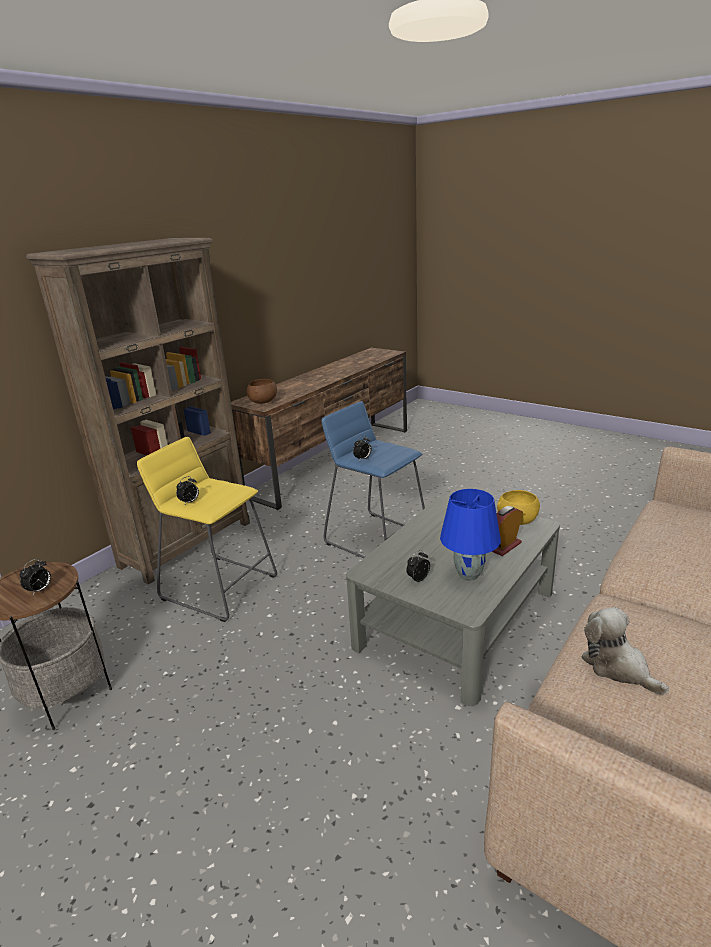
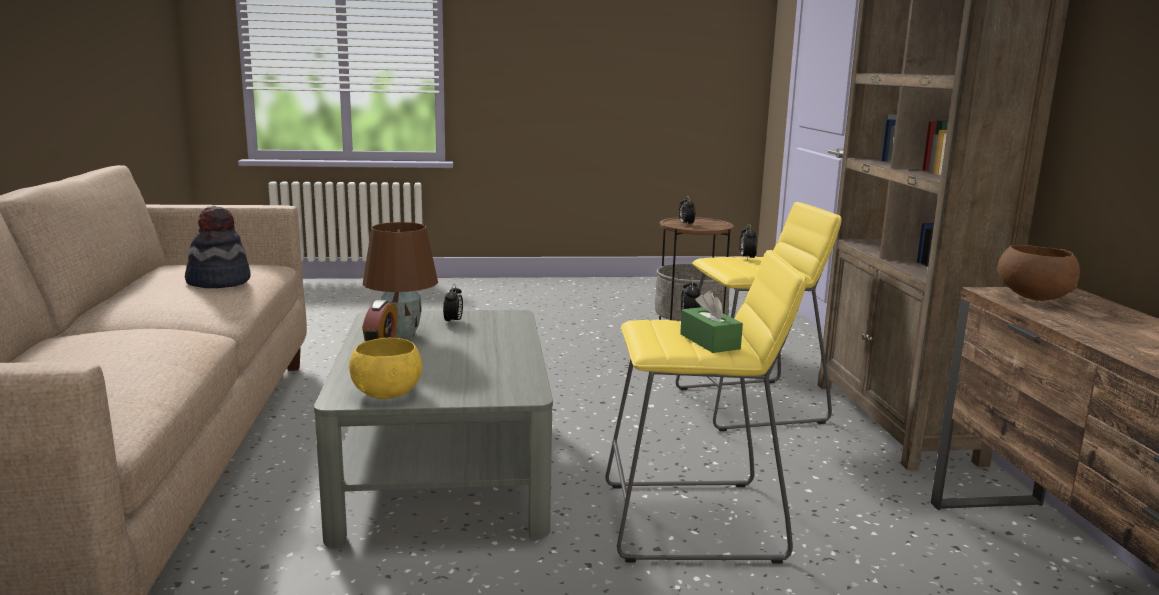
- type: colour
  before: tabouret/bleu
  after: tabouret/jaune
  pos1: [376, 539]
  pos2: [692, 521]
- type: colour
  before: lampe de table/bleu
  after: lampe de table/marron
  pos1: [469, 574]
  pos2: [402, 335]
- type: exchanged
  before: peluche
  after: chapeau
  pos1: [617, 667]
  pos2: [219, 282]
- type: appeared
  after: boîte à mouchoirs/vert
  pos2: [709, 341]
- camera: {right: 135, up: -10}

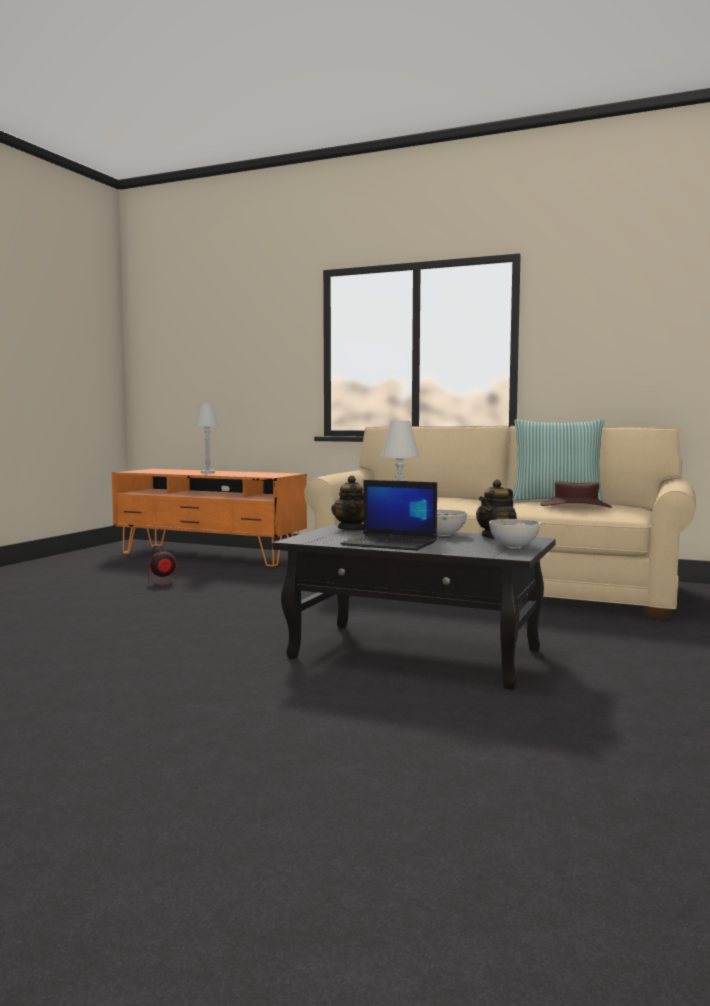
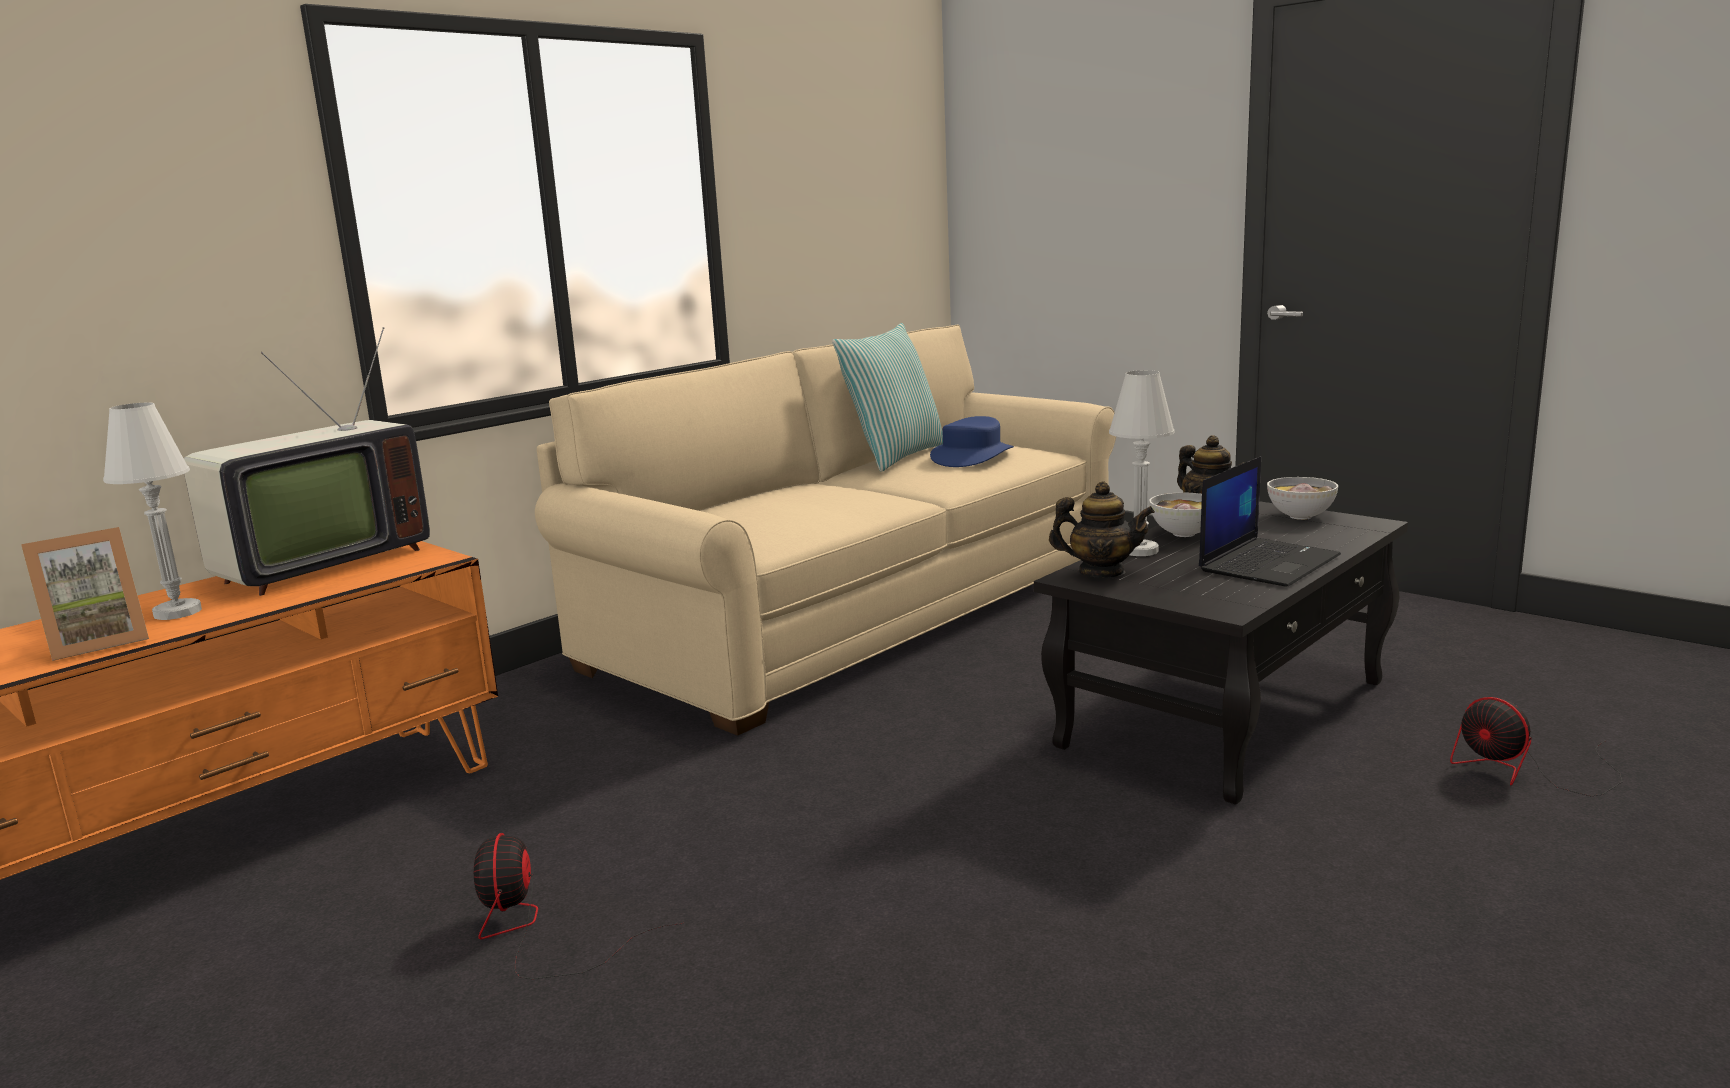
- type: colour
  before: chapeau/marron
  after: chapeau/bleu
  pos1: [575, 506]
  pos2: [972, 456]
- type: appeared
  after: cadre photo
  pos2: [97, 643]
- type: appeared
  after: téléviseur
  pos2: [316, 565]
- type: appeared
  after: ventilateur
  pos2: [1527, 771]
- camera: {right: -70, up: 10}

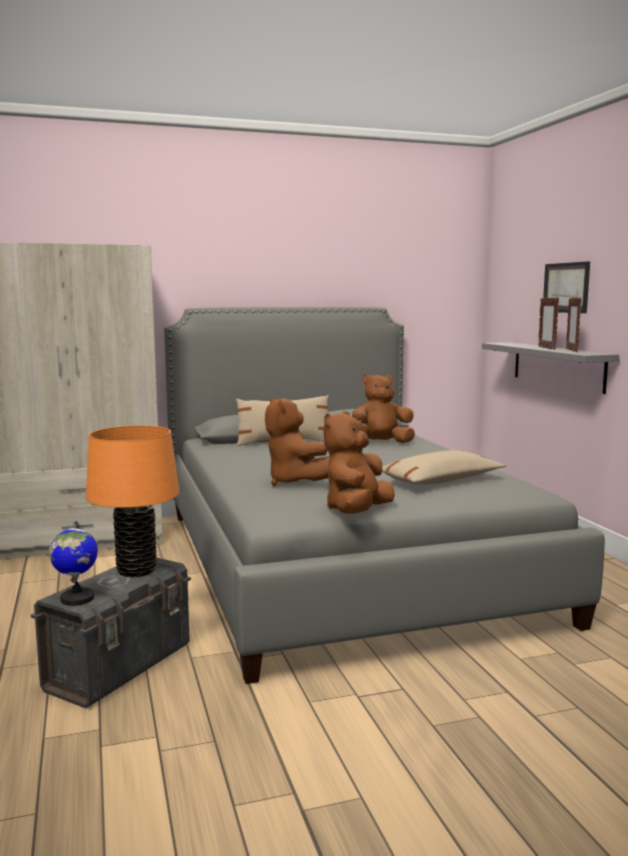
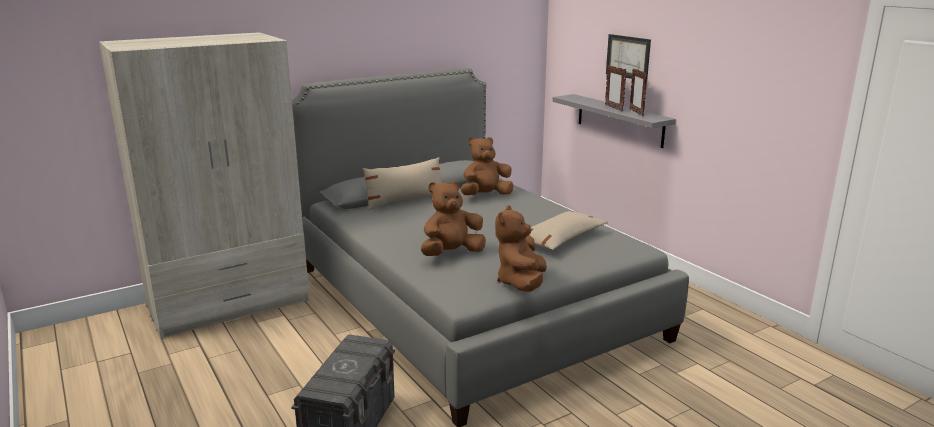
- type: missing
  before: globe
  pos1: [76, 599]
- type: missing
  before: lampe de table/orange
  pos1: [136, 571]
- type: spun
  before: peluche/marron
  pos1: [295, 482]
  pos2: [451, 253]
  turn: 105
- camera: {right: -15, up: 10}

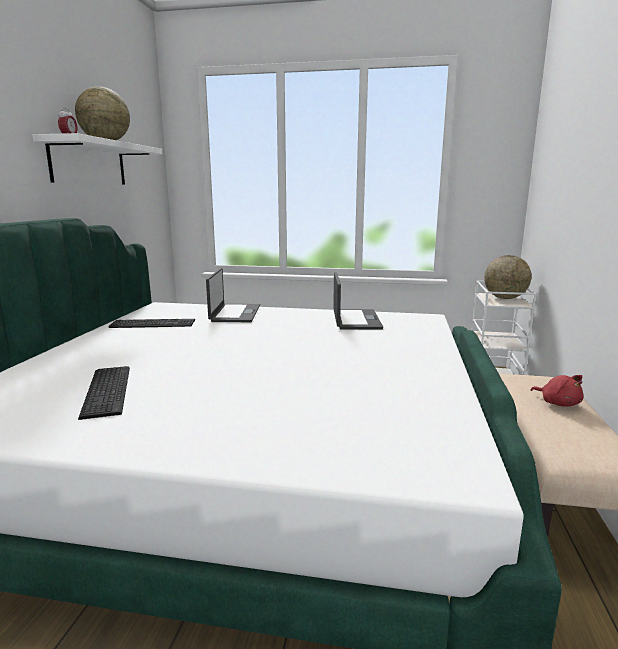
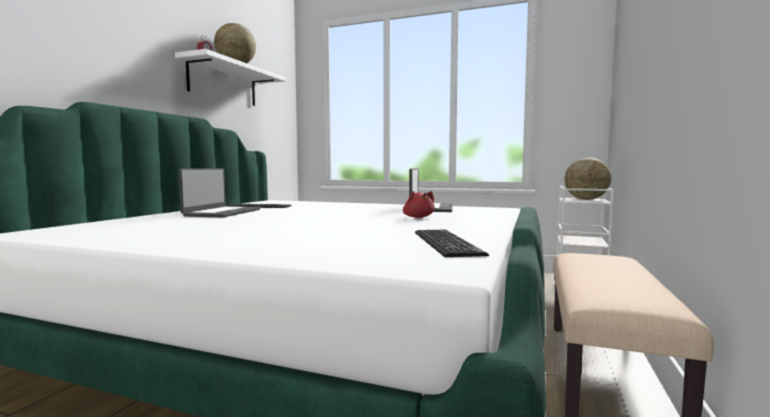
- type: relocated
  before: clavier
  pos1: [109, 390]
  pos2: [448, 242]
- type: relocated
  before: ordinateur portable
  pos1: [234, 313]
  pos2: [222, 212]
- type: relocated
  before: peluche/rouge
  pos1: [558, 403]
  pos2: [418, 217]
- camera: {right: 10, up: -10}

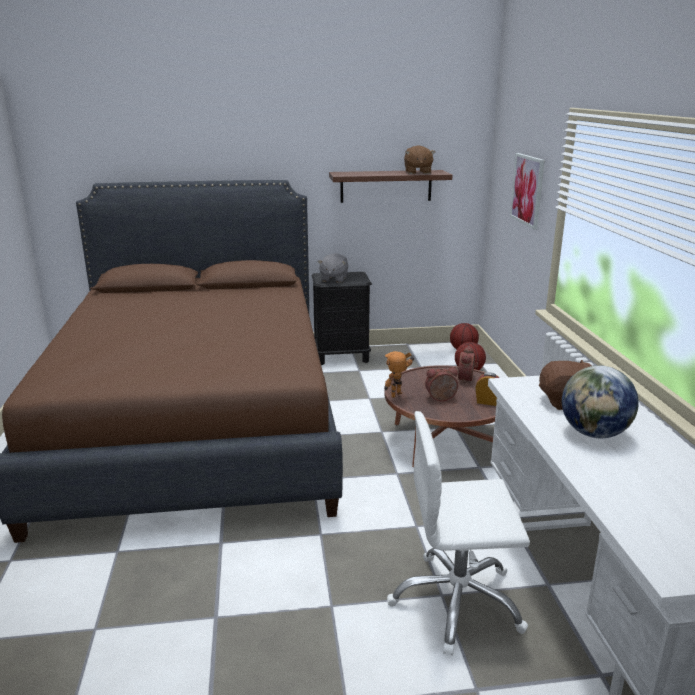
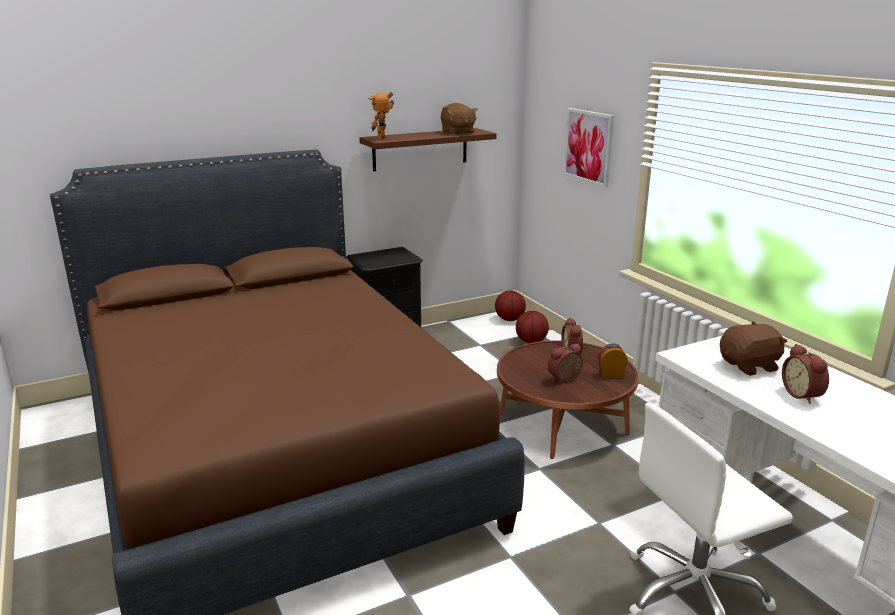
- type: missing
  before: peluche/gris
  pos1: [333, 279]
- type: relocated
  before: robot jouet
  pos1: [398, 396]
  pos2: [384, 138]
- type: exchanged
  before: globe
  after: réveil
  pos1: [594, 433]
  pos2: [803, 395]
- camera: {right: -20, up: 0}

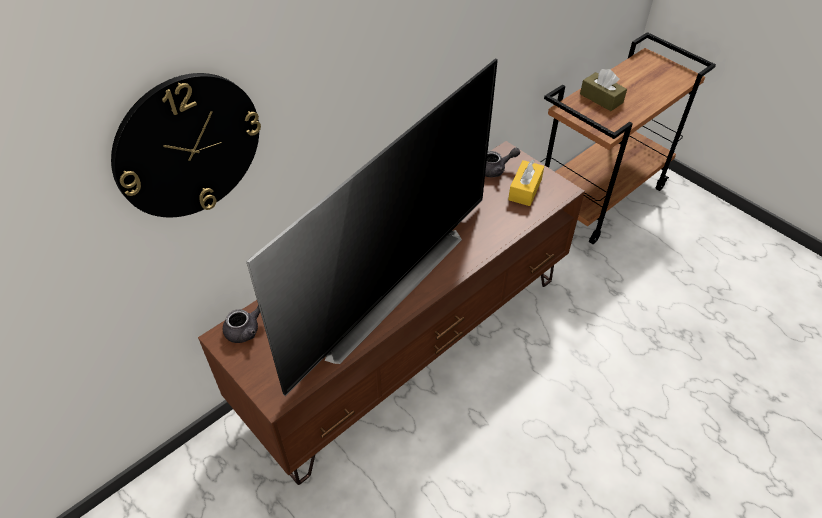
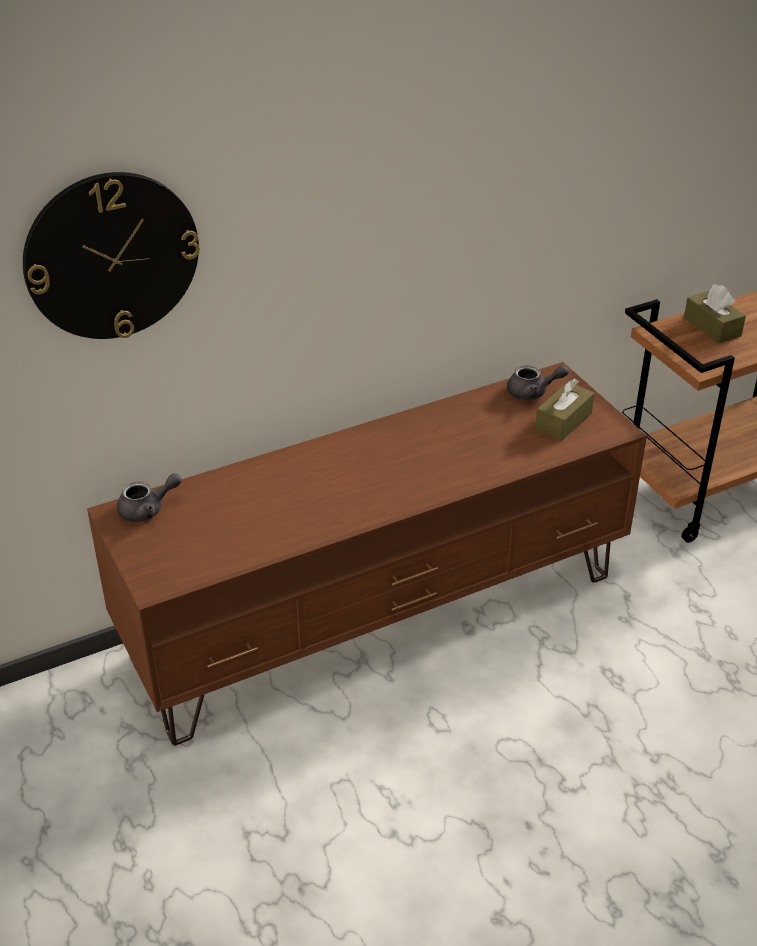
- type: missing
  before: téléviseur
  pos1: [384, 284]
- type: colour
  before: boîte à mouchoirs/jaune
  after: boîte à mouchoirs/marron
  pos1: [525, 189]
  pos2: [563, 421]
- camera: {right: 15, up: -10}

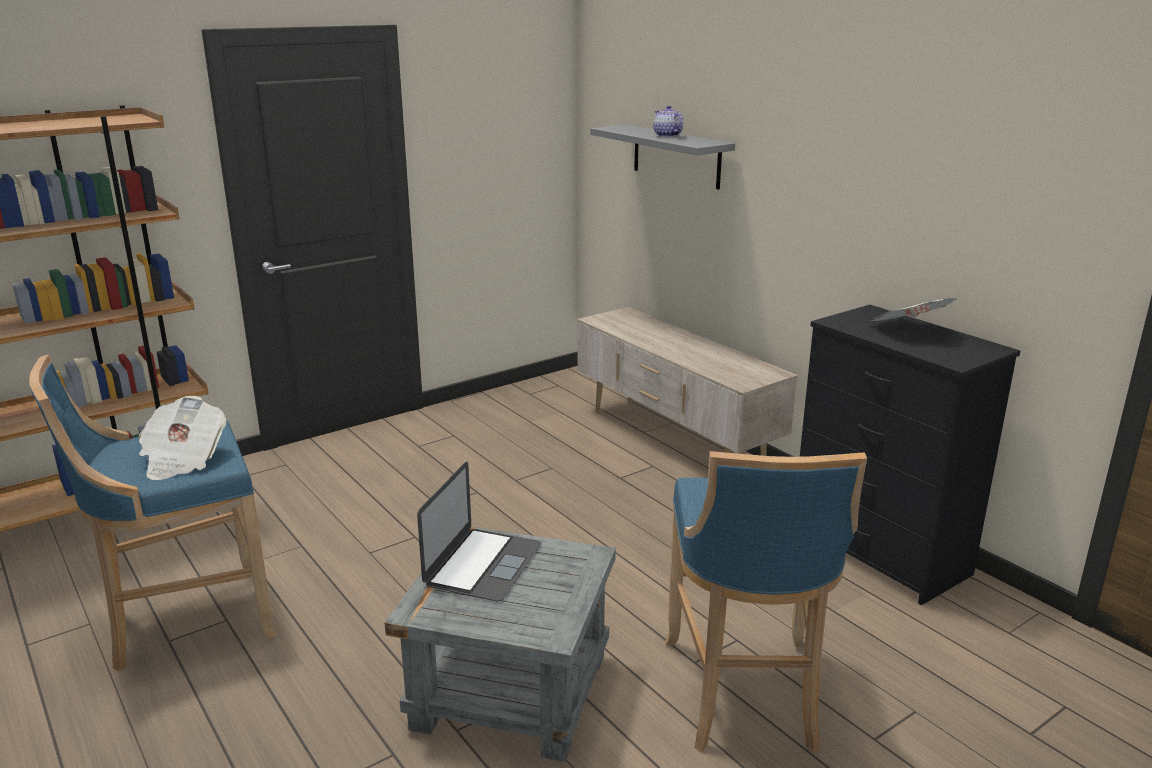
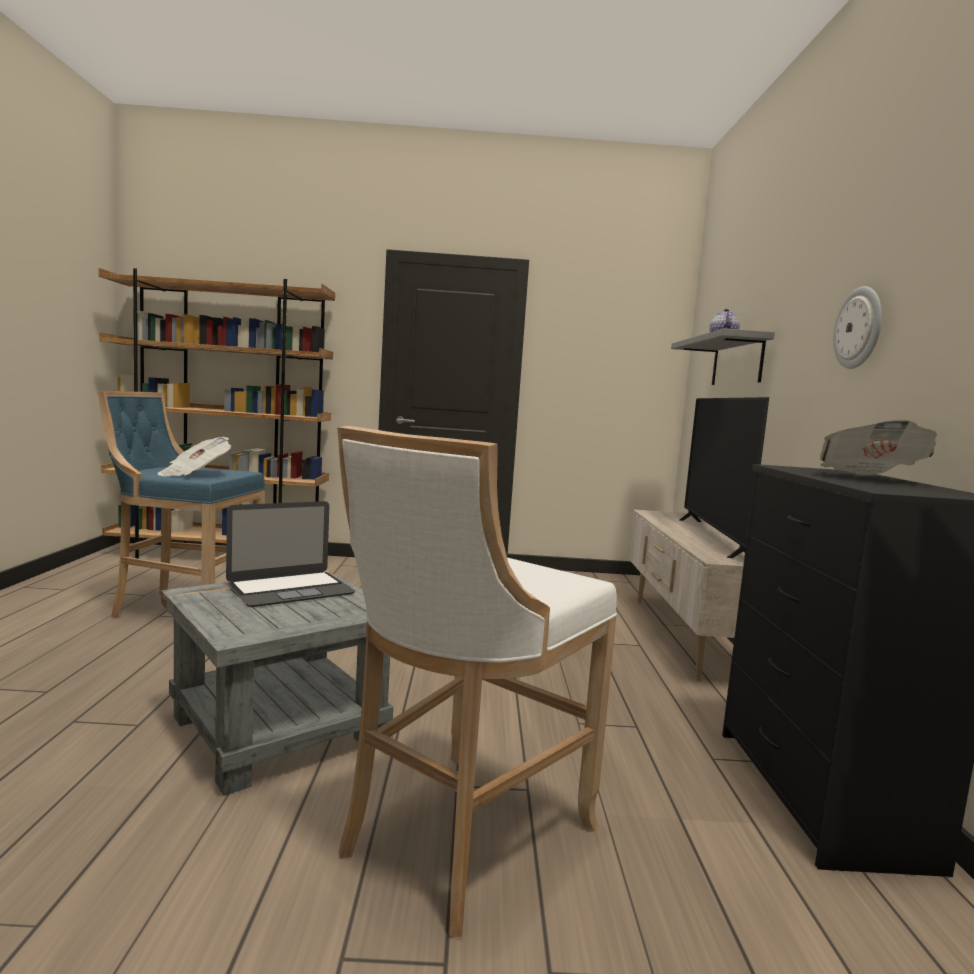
- type: colour
  before: tabouret/bleu
  after: tabouret/blanc
  pos1: [745, 697]
  pos2: [459, 839]
- type: appeared
  after: téléviseur
  pos2: [712, 537]
- type: appeared
  after: horloge murale
  pos2: [859, 328]
- camera: {right: 35, up: -15}

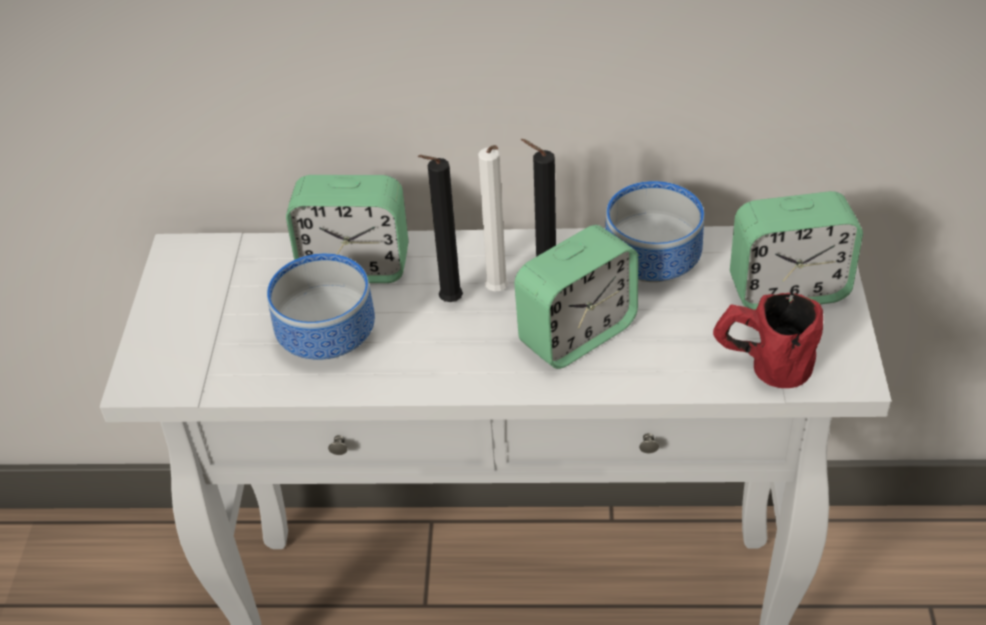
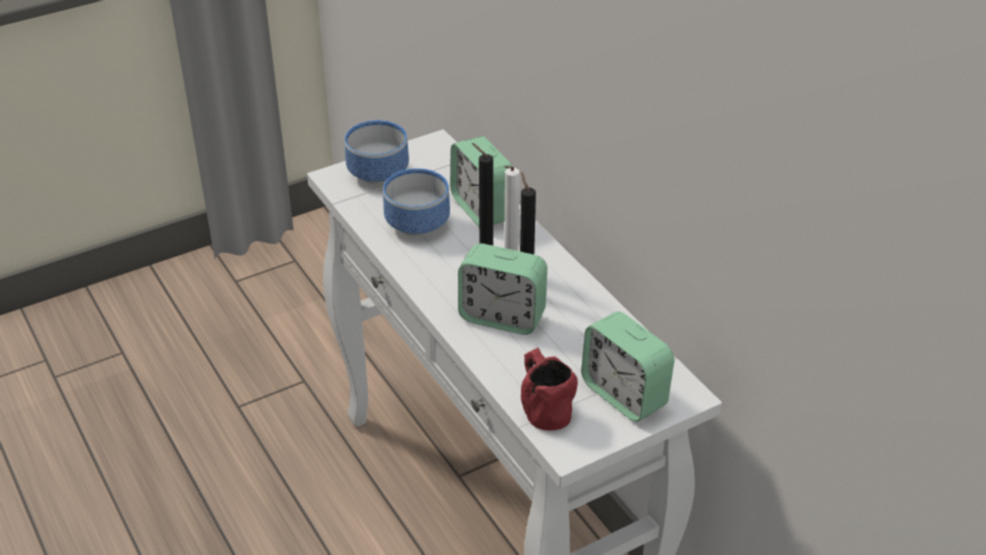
- type: relocated
  before: bol
  pos1: [649, 265]
  pos2: [375, 173]
- camera: {right: 55, up: -5}

